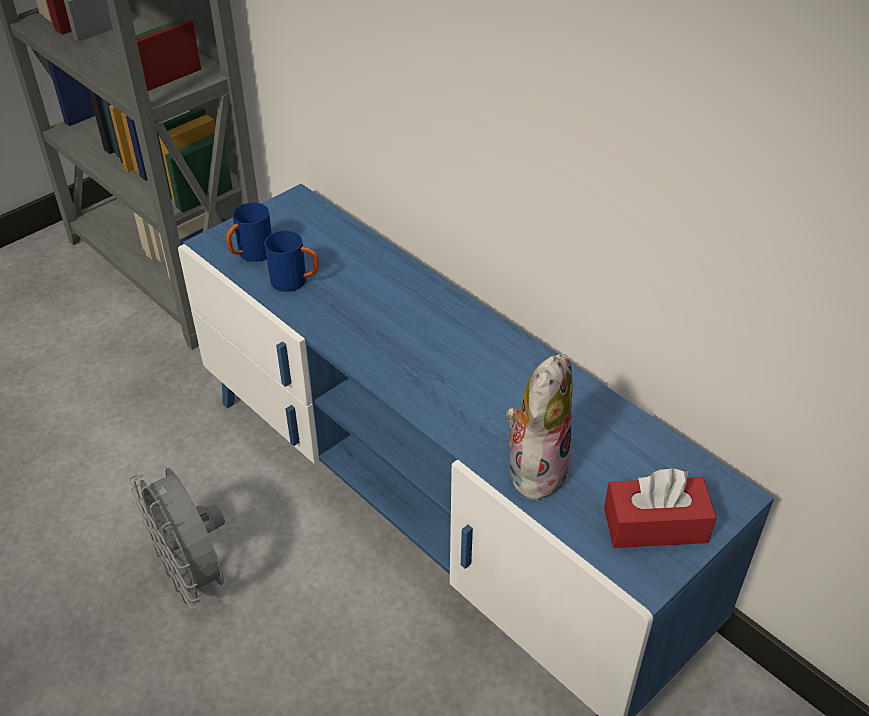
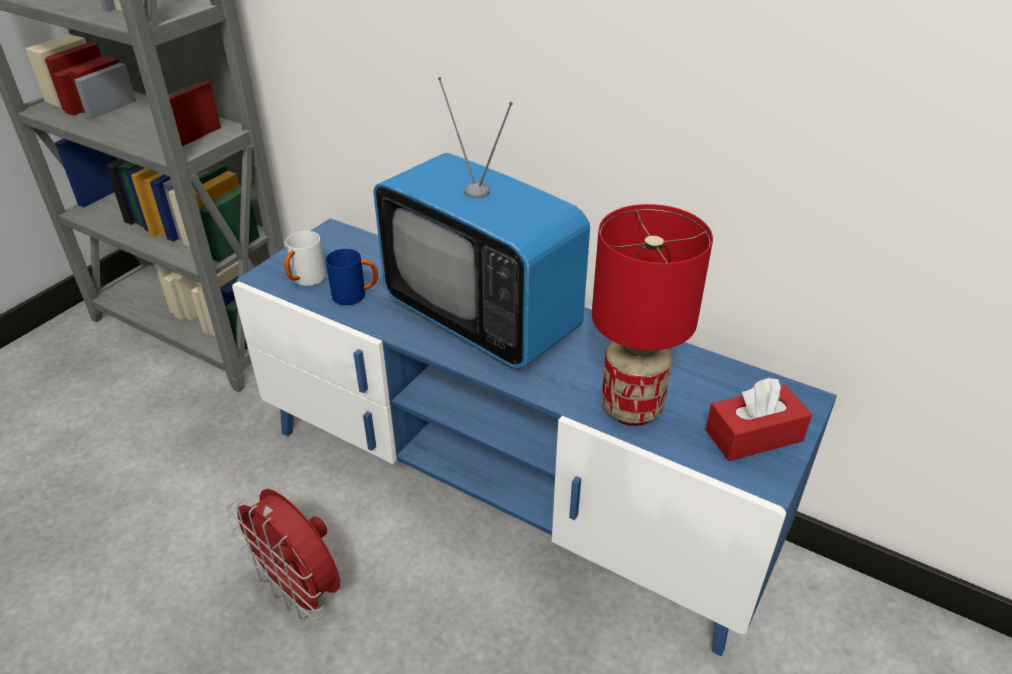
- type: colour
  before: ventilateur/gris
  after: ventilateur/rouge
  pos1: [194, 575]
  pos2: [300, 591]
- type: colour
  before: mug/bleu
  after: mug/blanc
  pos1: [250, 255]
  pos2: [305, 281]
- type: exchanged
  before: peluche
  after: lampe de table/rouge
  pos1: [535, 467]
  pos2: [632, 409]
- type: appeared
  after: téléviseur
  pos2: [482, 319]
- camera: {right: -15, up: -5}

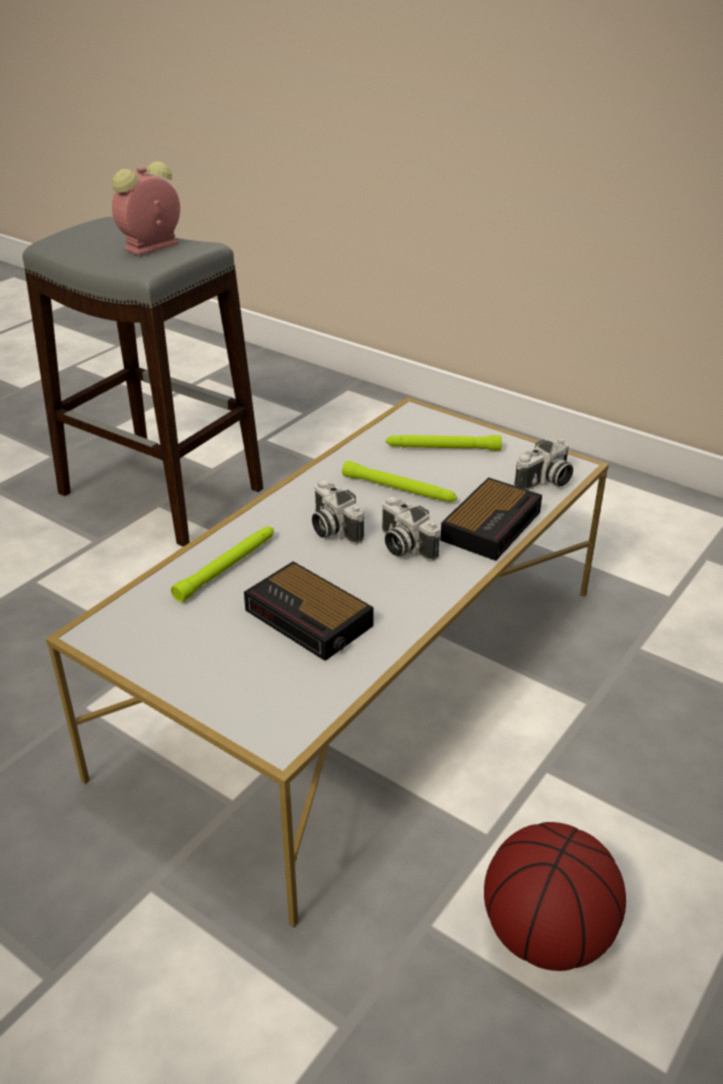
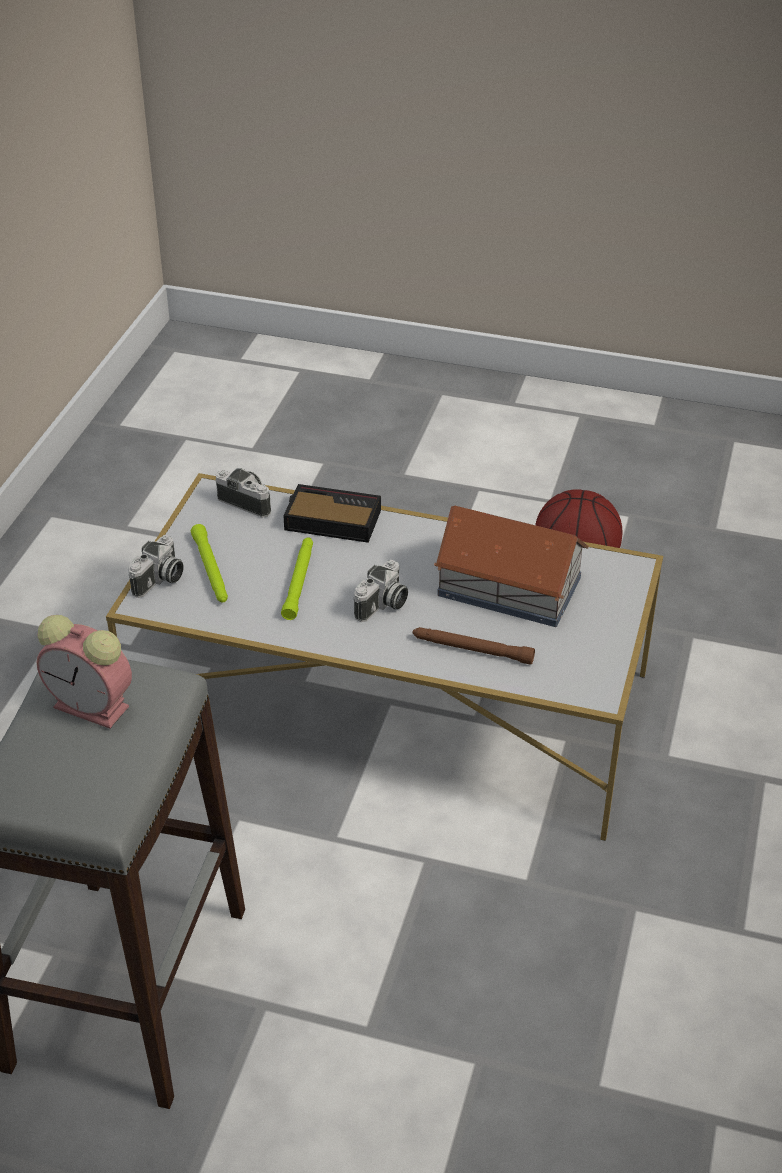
- type: colour
  before: lampe de poche/vert
  after: lampe de poche/marron
  pos1: [227, 567]
  pos2: [472, 650]
- type: exchanged
  before: réveil
  after: maison miniature
  pos1: [310, 619]
  pos2: [508, 585]
- type: relocated
  before: appareil photo
  pos1: [403, 546]
  pos2: [159, 580]
- camera: {right: -110, up: 5}

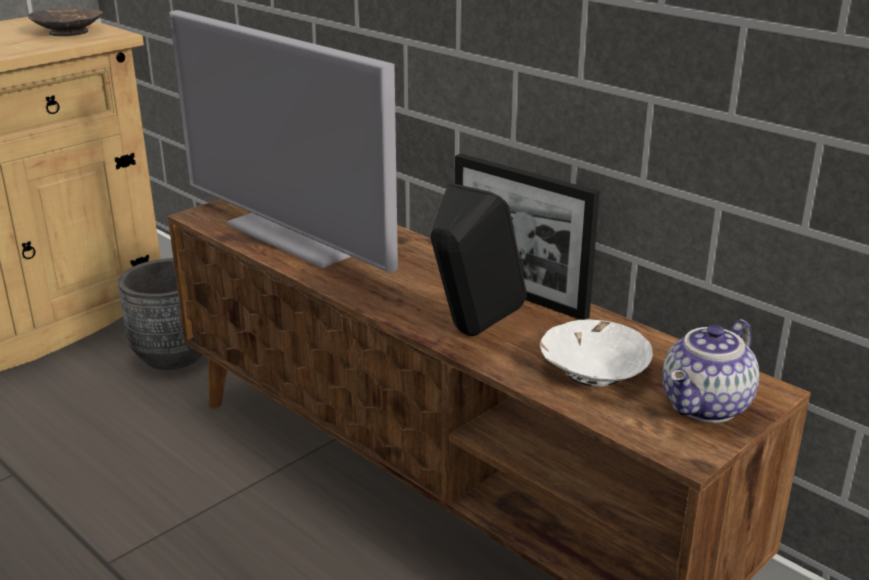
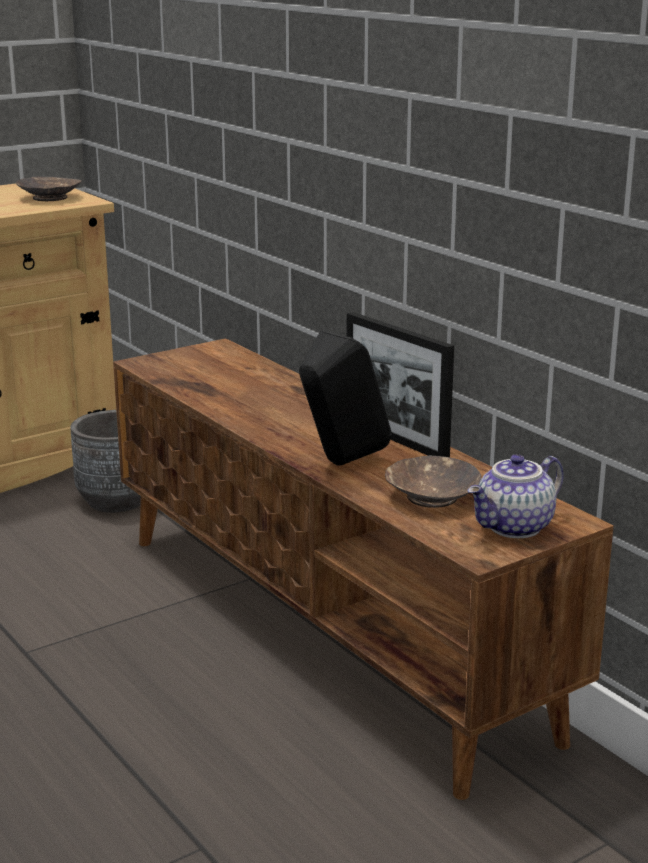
- type: missing
  before: téléviseur
  pos1: [293, 237]
- type: colour
  before: bol/blanc
  after: bol/marron
  pos1: [592, 370]
  pos2: [431, 496]
- camera: {right: 10, up: -5}

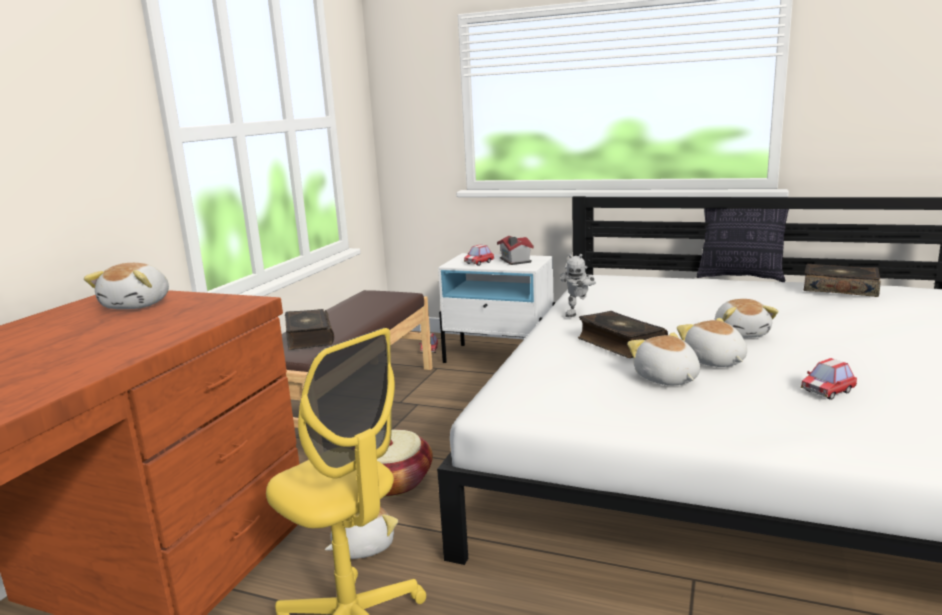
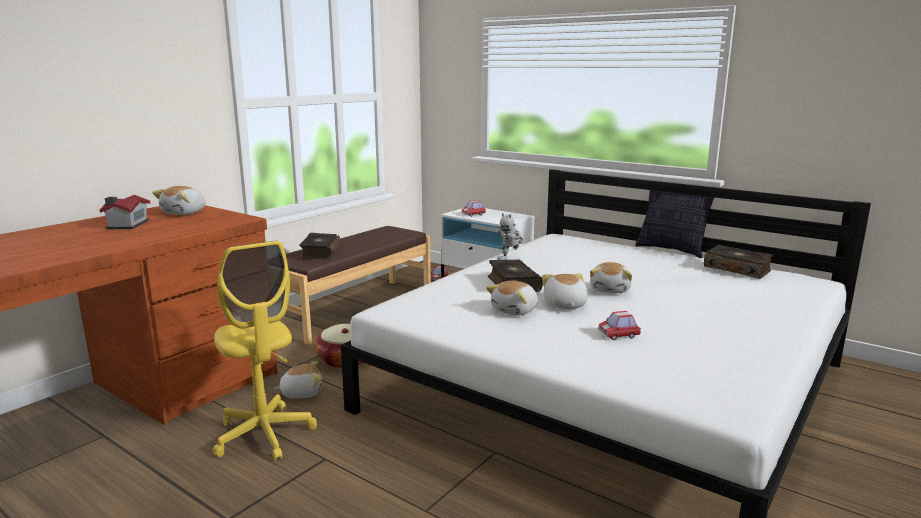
- type: relocated
  before: maison miniature
  pos1: [514, 261]
  pos2: [126, 225]
- type: spun
  before: peluche
  pos1: [666, 379]
  pos2: [515, 310]
  turn: -135
- camera: {right: 15, up: 0}

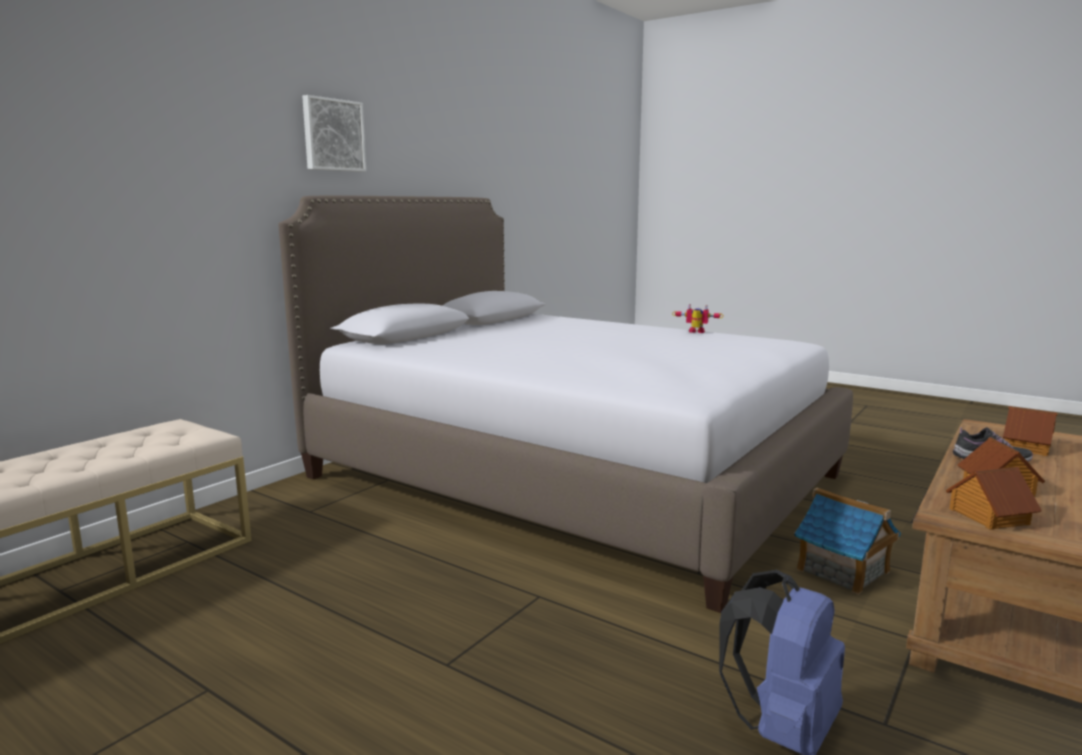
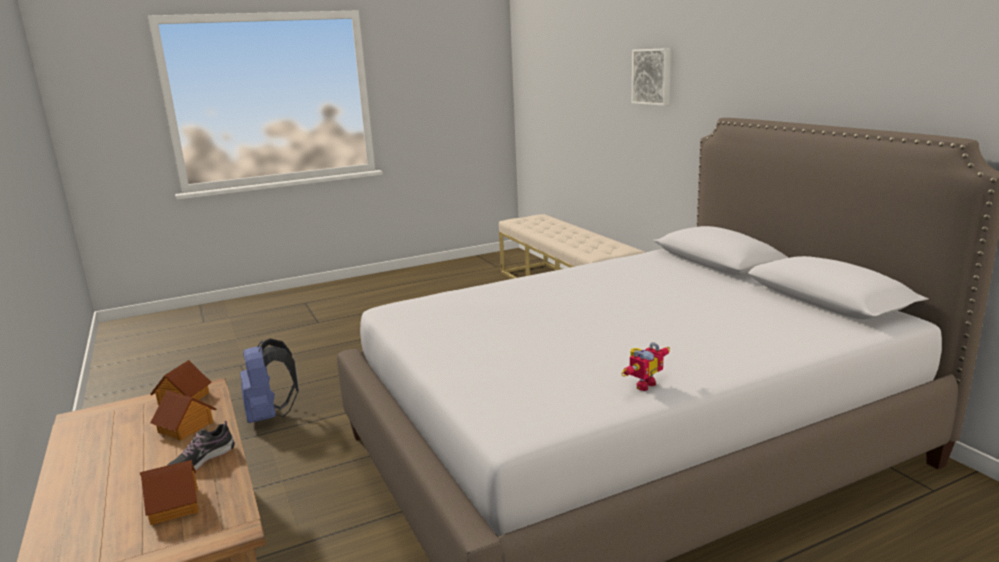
- type: relocated
  before: tableau
  pos1: [333, 135]
  pos2: [653, 76]
- type: missing
  before: maison miniature
  pos1: [843, 571]
- camera: {right: 120, up: 5}

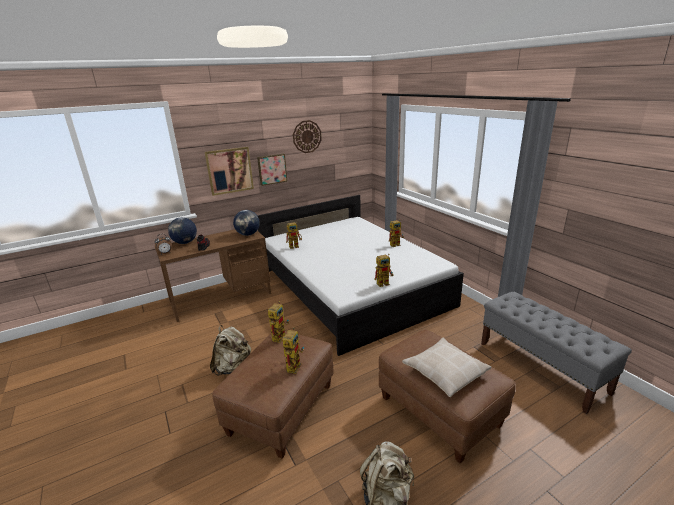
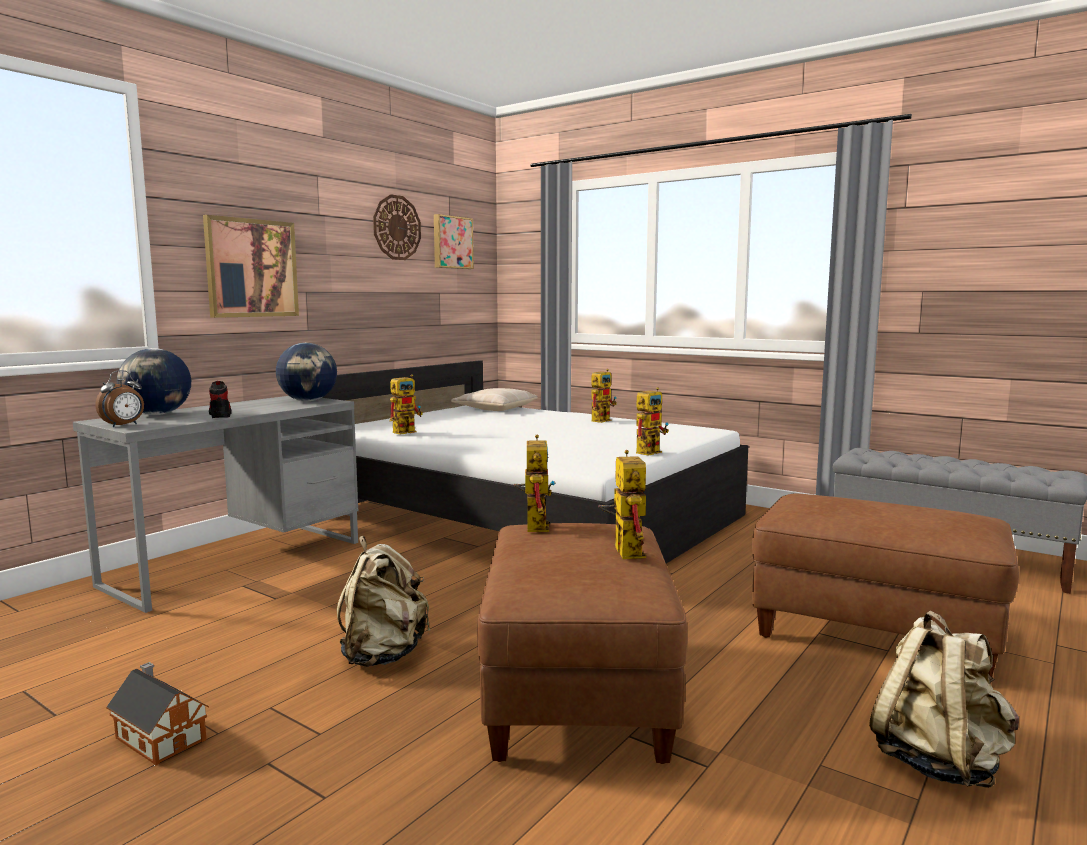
- type: colour
  before: bureau/marron
  after: bureau/gris
  pos1: [221, 298]
  pos2: [237, 563]
- type: relocated
  before: tableau
  pos1: [272, 169]
  pos2: [451, 242]
- type: relocated
  before: coussin/beige
  pos1: [445, 372]
  pos2: [495, 408]
- type: appeared
  after: maison miniature
  pos2: [159, 737]
- camera: {right: -25, up: -15}

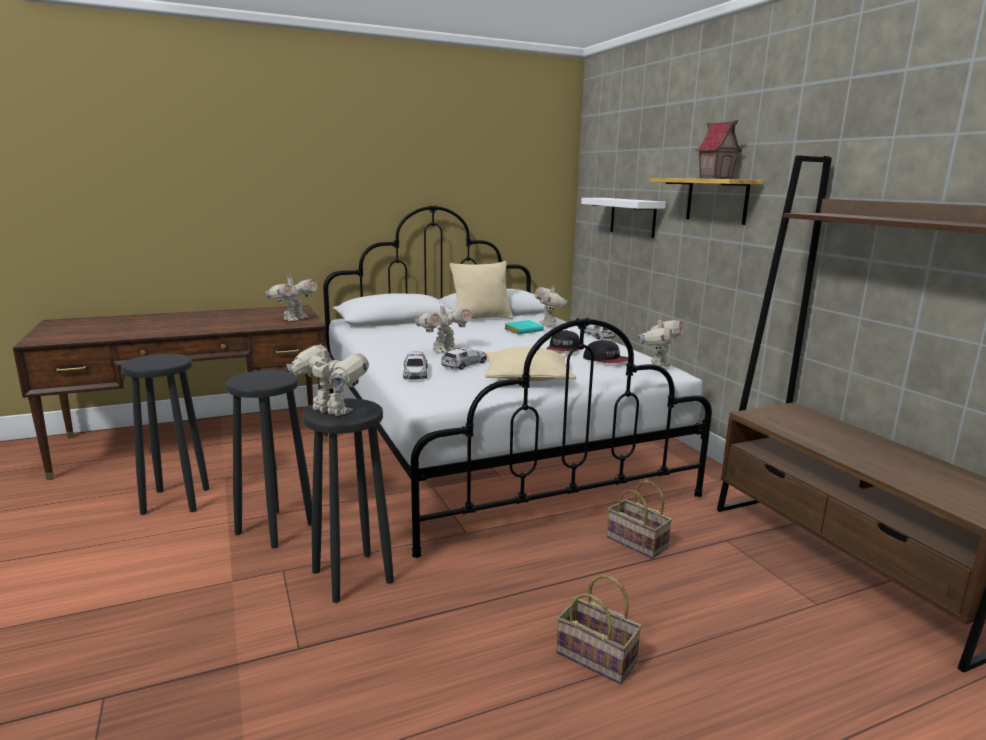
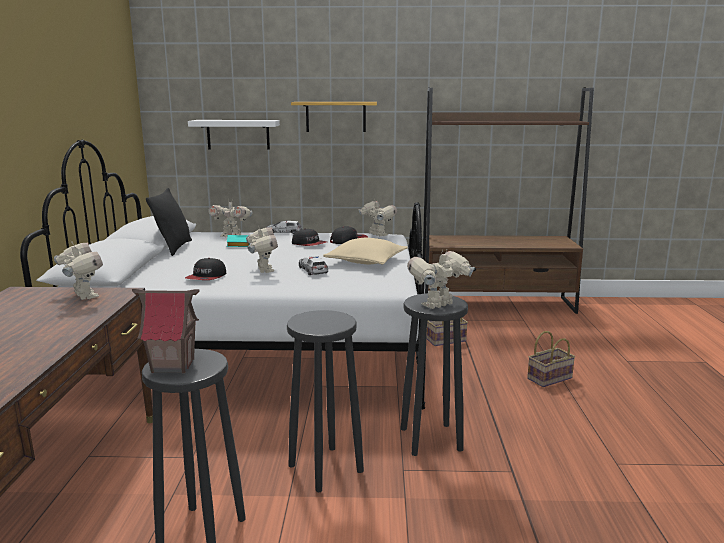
- type: missing
  before: petite voiture
  pos1: [415, 373]
- type: colour
  before: coussin/beige
  after: coussin/noir
  pos1: [481, 319]
  pos2: [174, 248]
- type: relocated
  before: maison miniature
  pos1: [715, 178]
  pos2: [173, 365]
- type: appeared
  after: casquette
  pos2: [207, 277]
- camera: {right: -65, up: 0}

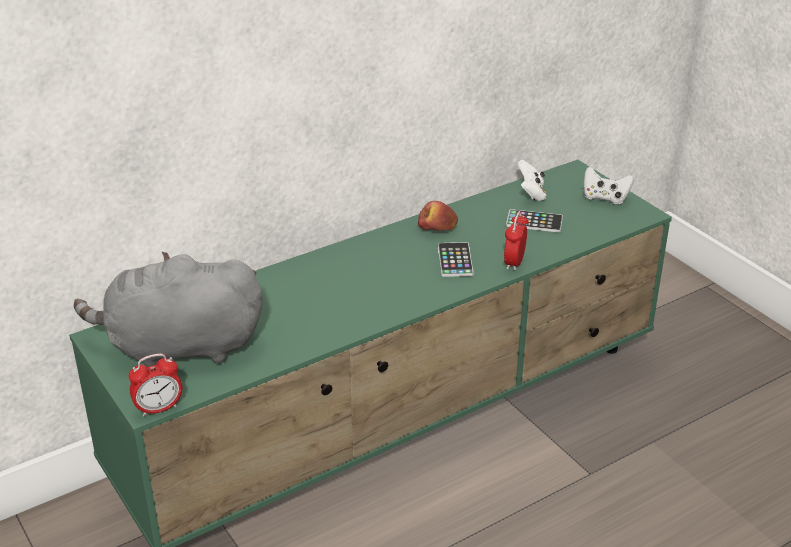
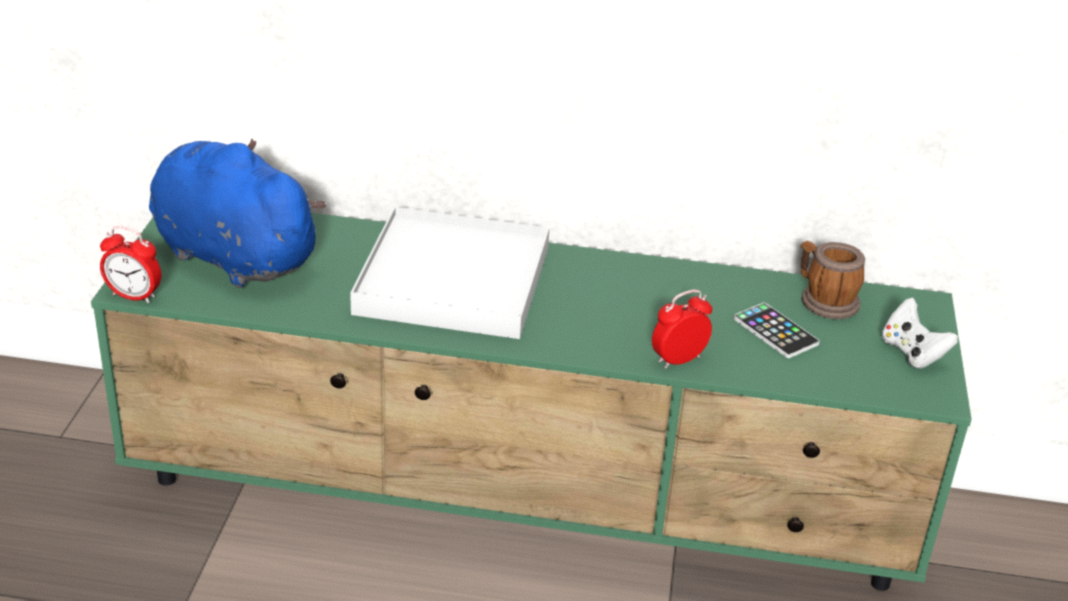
- type: colour
  before: peluche/gris
  after: peluche/bleu
  pos1: [179, 348]
  pos2: [230, 255]
- type: missing
  before: pomme
  pos1: [437, 227]
- type: missing
  before: téléphone
  pos1: [455, 260]
- type: exchanged
  before: manette/blanc
  after: mug
  pos1: [531, 193]
  pos2: [824, 300]
- type: appeared
  after: plateau/blanc
  pos2: [453, 280]
- camera: {right: 40, up: 0}

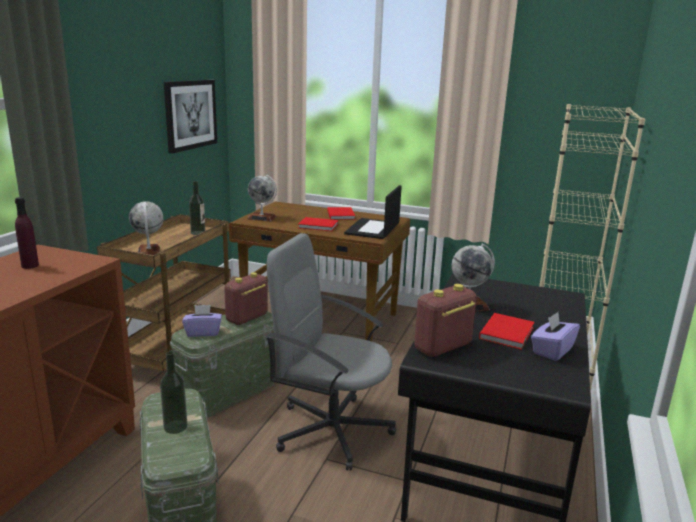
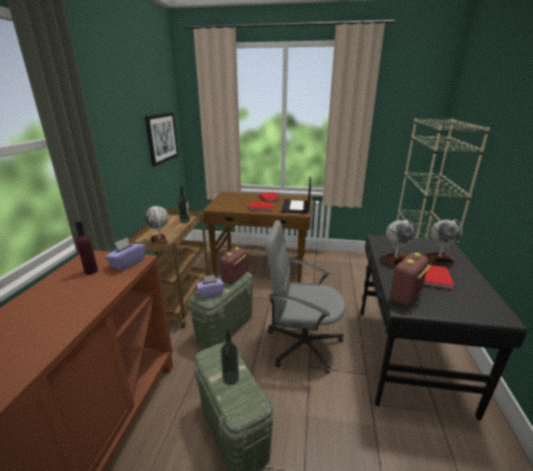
- type: relocated
  before: globe
  pos1: [262, 218]
  pos2: [439, 258]
- type: relocated
  before: boîte à mouchoirs/violet
  pos1: [552, 350]
  pos2: [127, 263]
- camera: {right: -10, up: 5}

